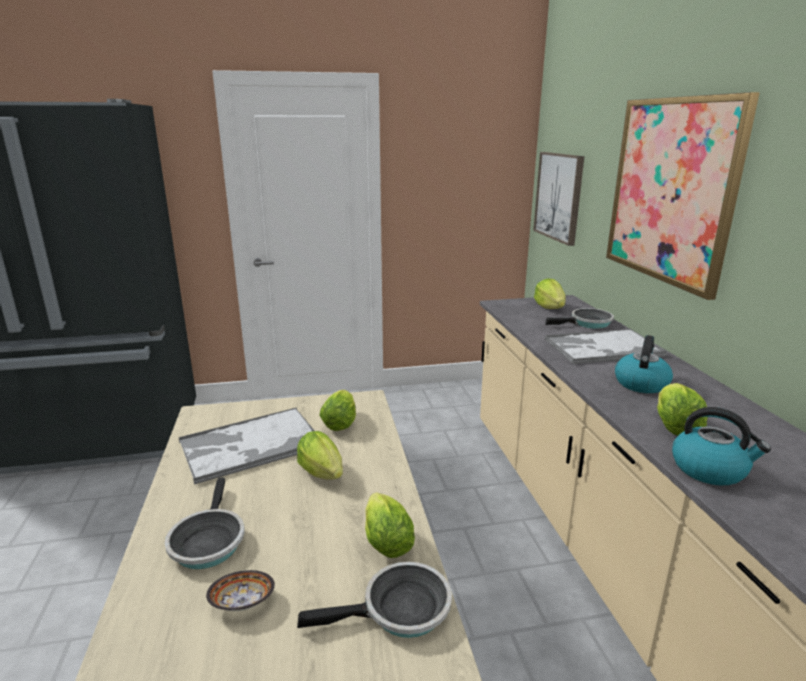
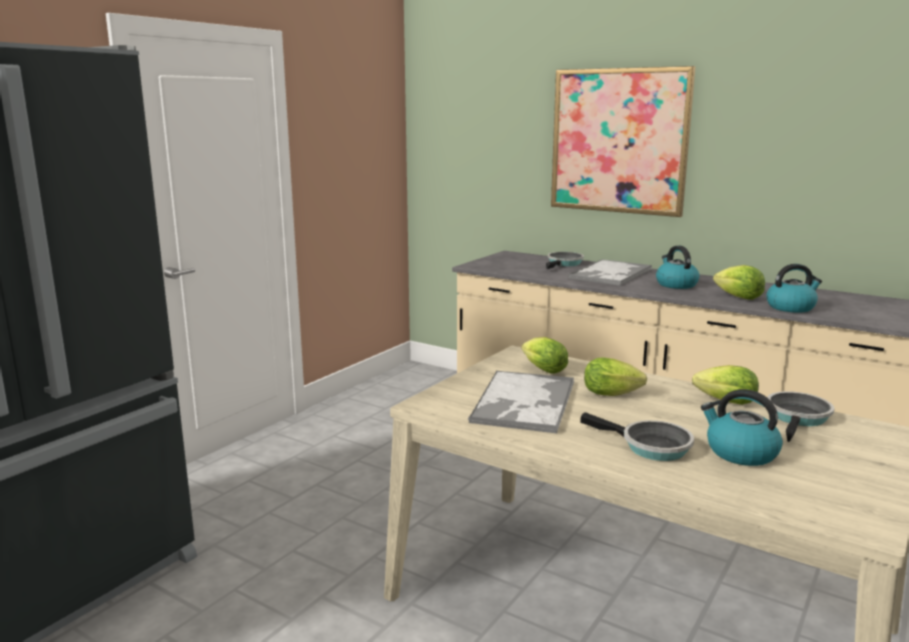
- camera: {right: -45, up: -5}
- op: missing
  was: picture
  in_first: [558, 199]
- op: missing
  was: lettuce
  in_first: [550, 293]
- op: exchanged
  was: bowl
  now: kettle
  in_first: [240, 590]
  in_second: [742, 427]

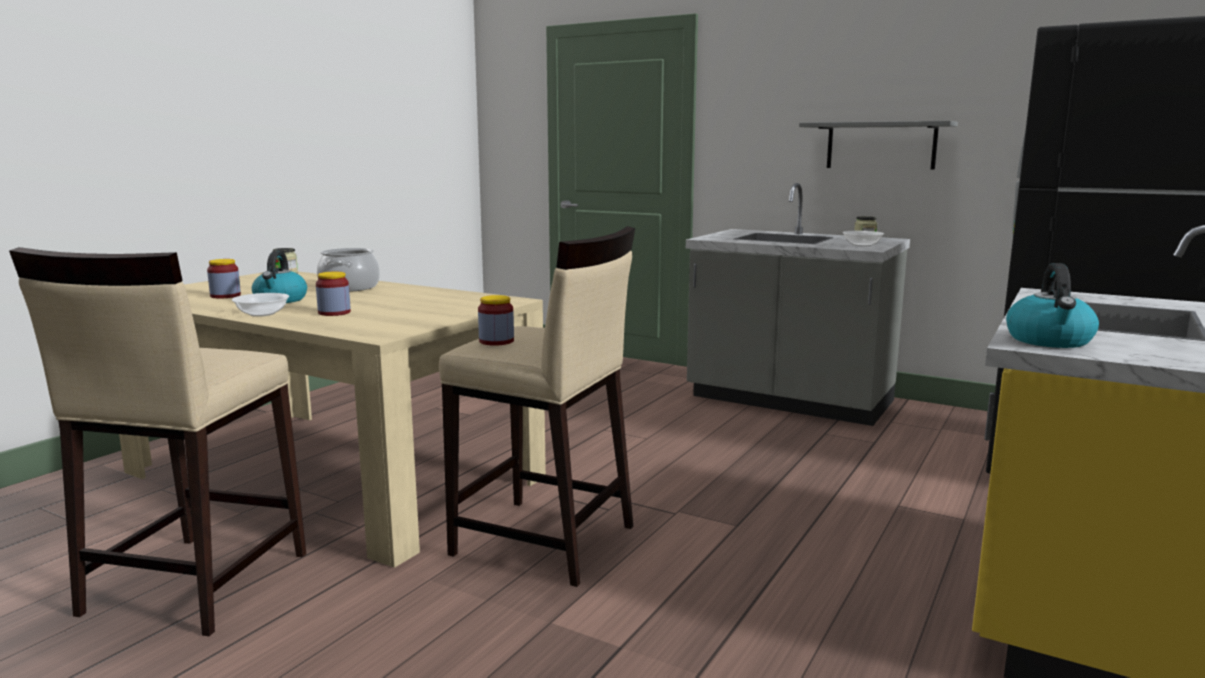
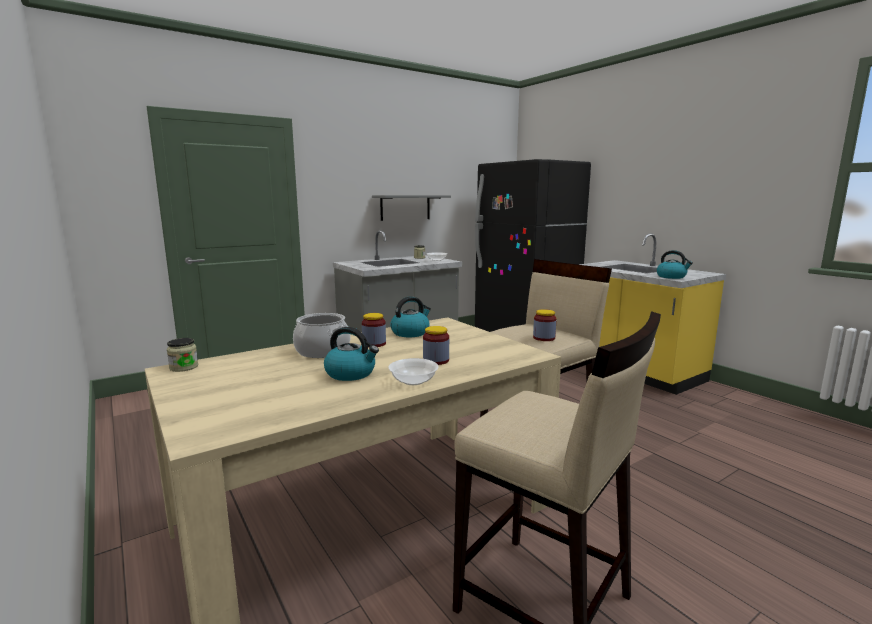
- camera: {right: -65, up: 0}
- op: appeared
  now: kettle
  in_second: [410, 316]
- op: relocated
  was: jar
  in_first: [224, 279]
  in_second: [374, 330]

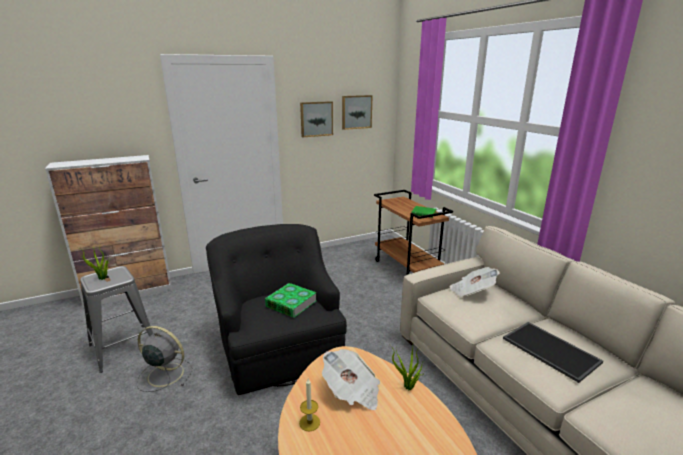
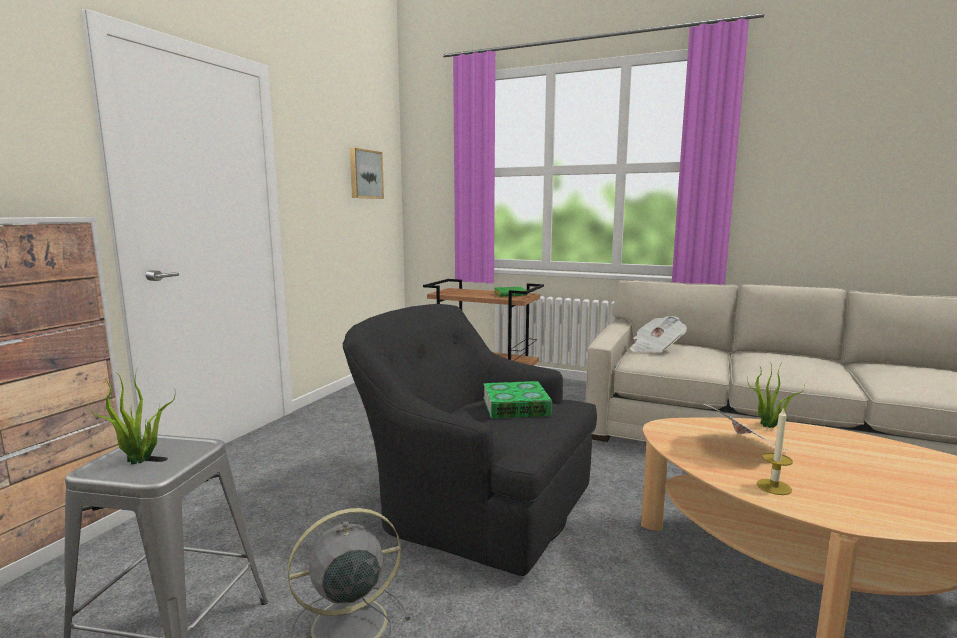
- camera: {right: -40, up: -10}
- op: missing
  was: picture
  in_first: [316, 119]
- op: missing
  was: tray
  in_first: [553, 352]

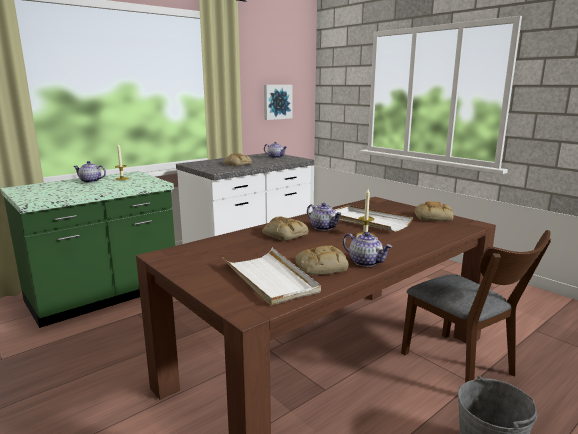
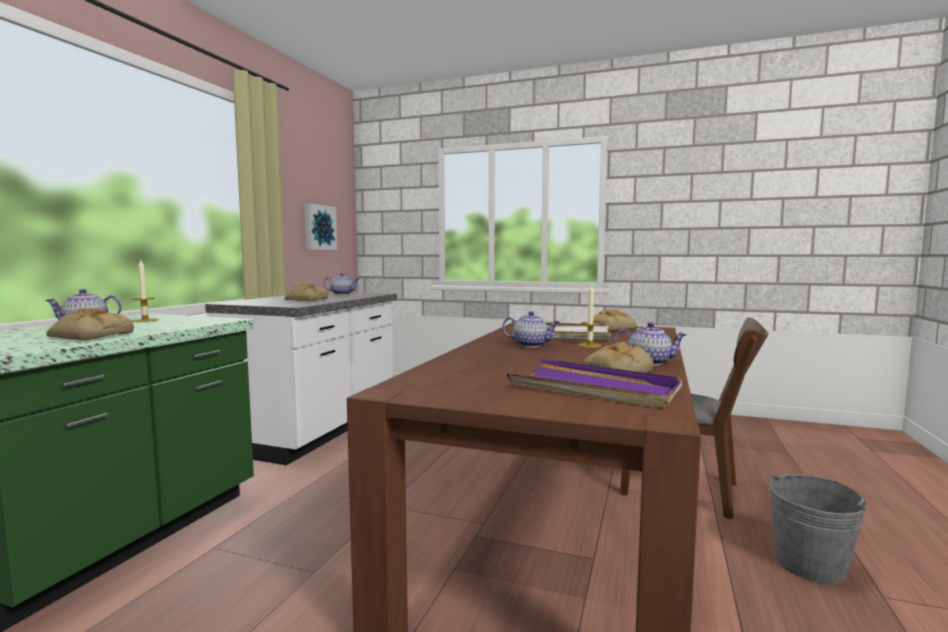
- camera: {right: -30, up: -10}
- op: relocated
  was: bread
  in_first: [285, 228]
  in_second: [90, 324]
- op: colour
  was: tray/white
  now: tray/purple
  in_first: [271, 277]
  in_second: [594, 384]

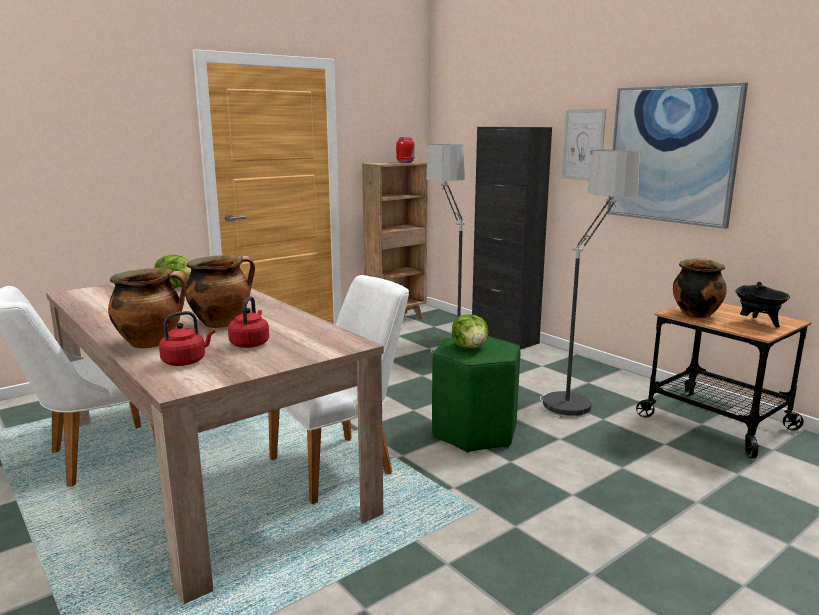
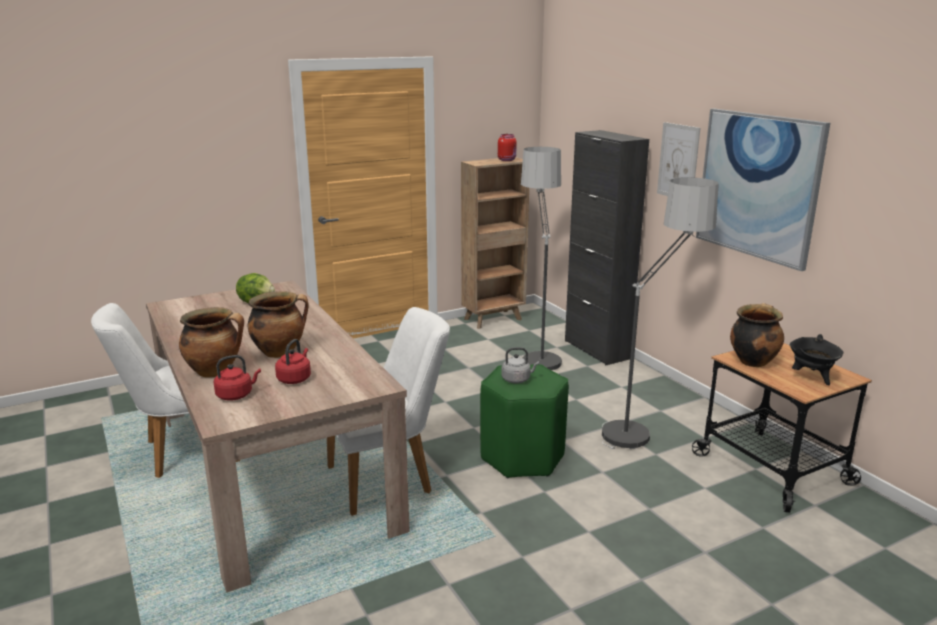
- camera: {right: 10, up: 5}
- op: exchanged
  was: lettuce
  now: kettle/grey
  in_first: [470, 331]
  in_second: [520, 365]

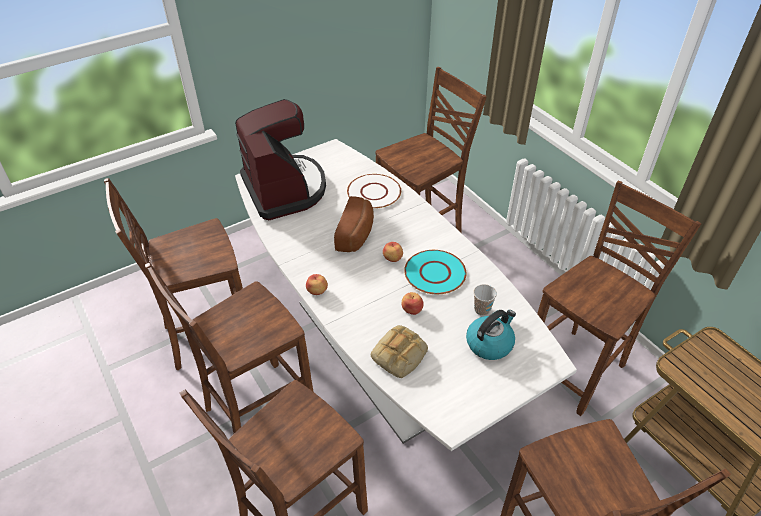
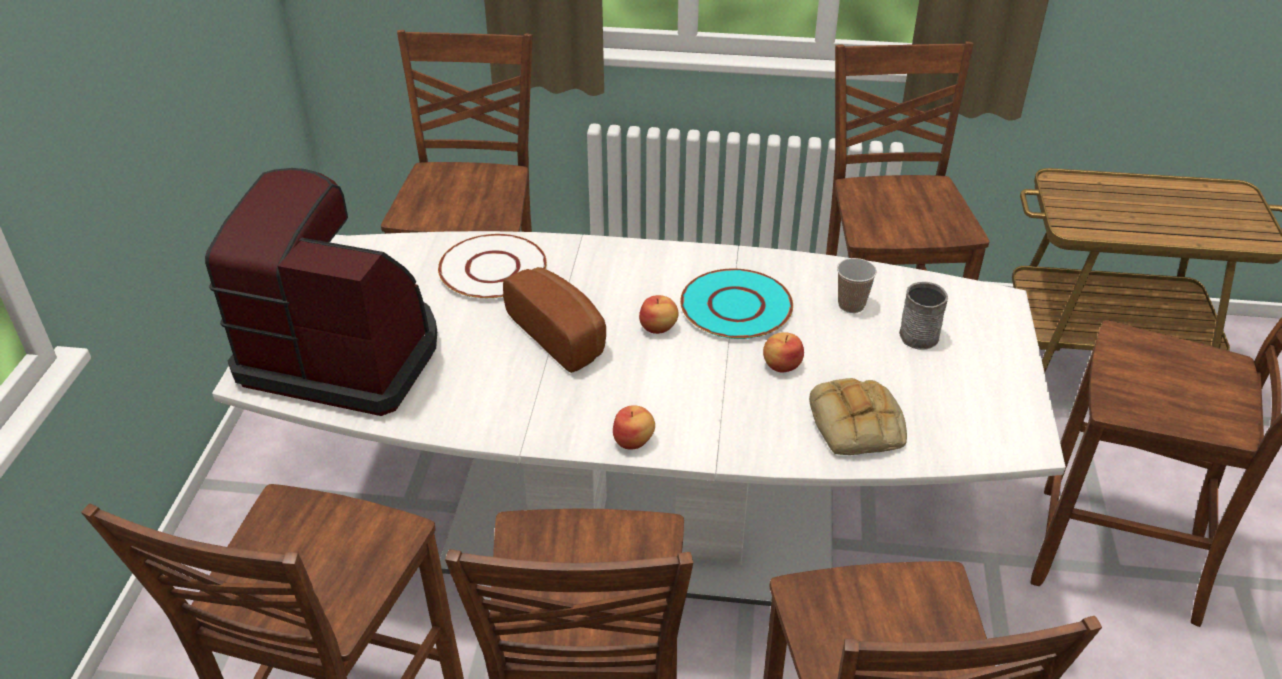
- camera: {right: -50, up: -5}
- op: exchanged
  was: kettle
  now: mug/grey
  in_first: [491, 335]
  in_second: [923, 316]

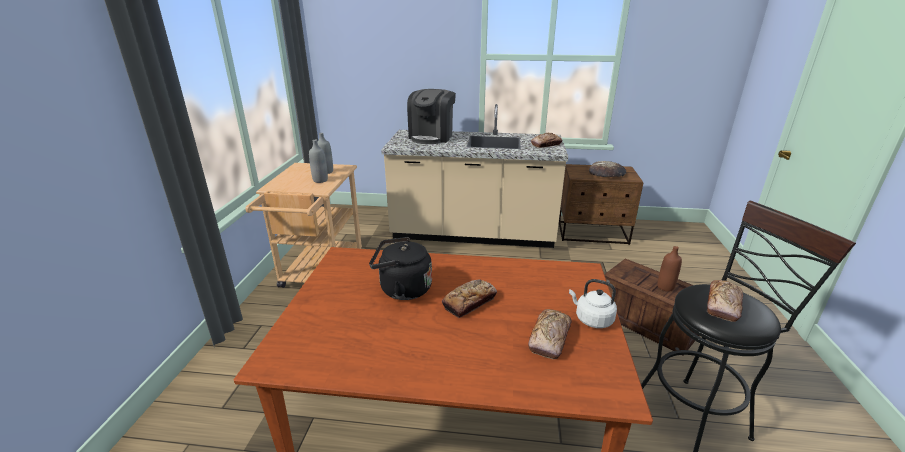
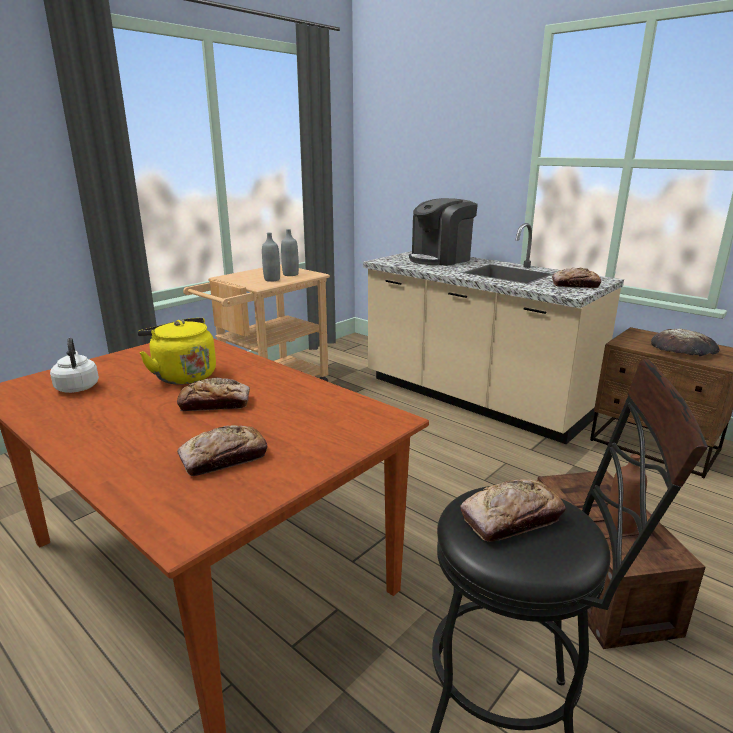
- camera: {right: 35, up: -5}
- op: relocated
  was: kettle/white
  in_first: [593, 303]
  in_second: [74, 365]
- op: colour
  was: kettle/black
  now: kettle/yellow
  in_first: [400, 268]
  in_second: [176, 351]

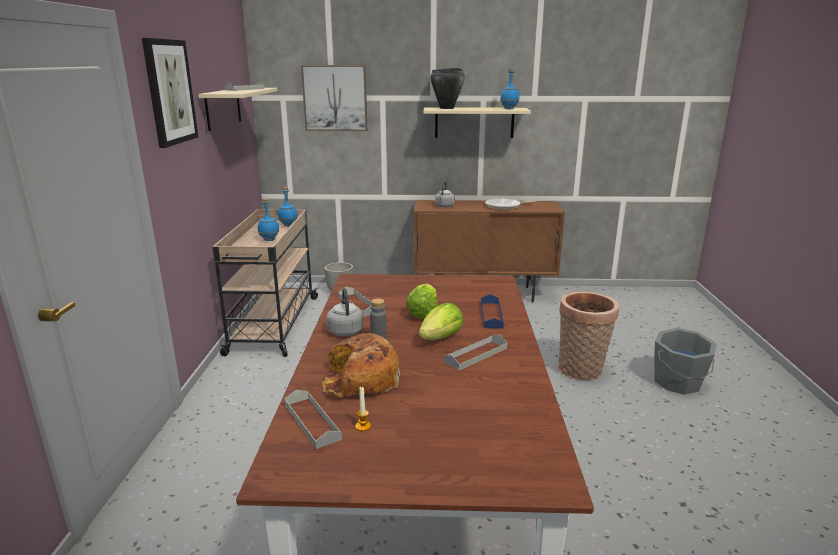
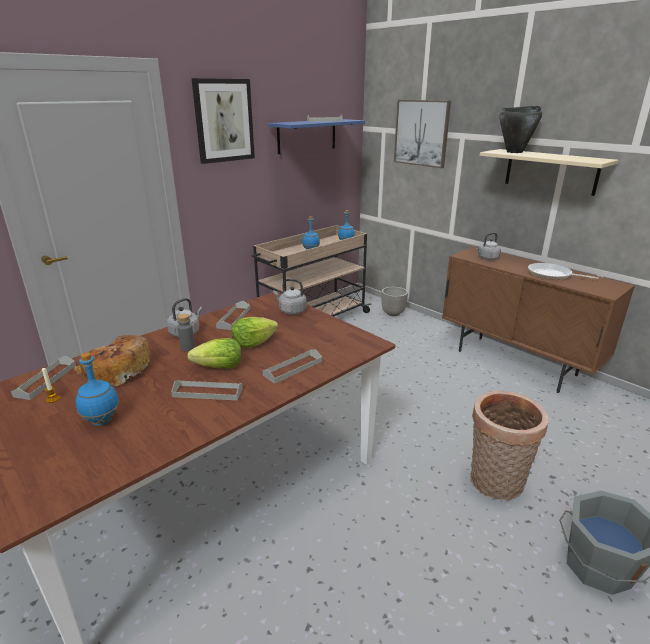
- camera: {right: 45, up: 5}
- op: appeared
  now: kettle/grey
  in_second: [290, 297]
- op: relocated
  was: bottle/blue
  in_first: [510, 88]
  in_second: [97, 389]
- op: colour
  was: shelf/beige
  now: shelf/blue
  in_first: [237, 109]
  in_second: [316, 136]
- op: colour
  was: tray/blue
  now: tray/grey
  in_first: [492, 311]
  in_second: [292, 366]

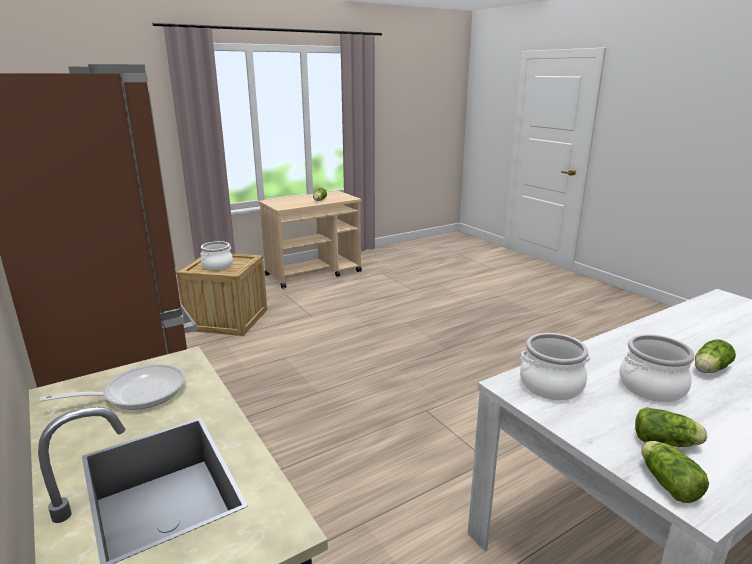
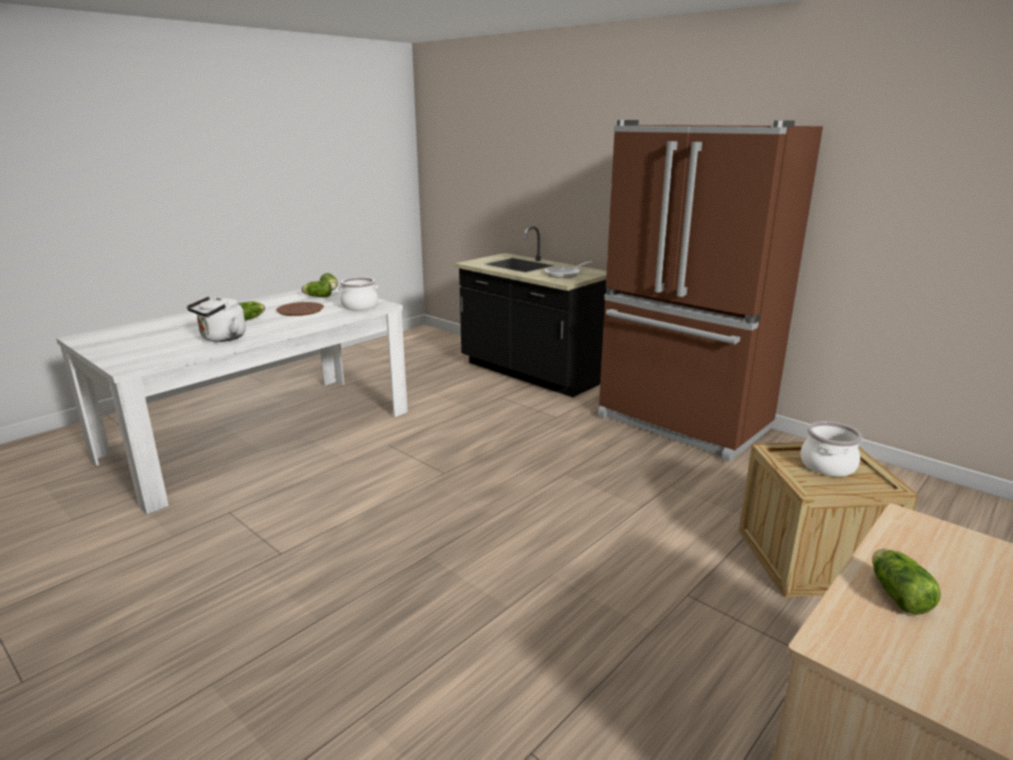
- camera: {right: 165, up: 0}
- op: appeared
  now: kettle/white
  in_second: [216, 319]
- op: exchanged
  was: cooking pot
  now: plate/brown
  in_first: [657, 368]
  in_second: [300, 309]

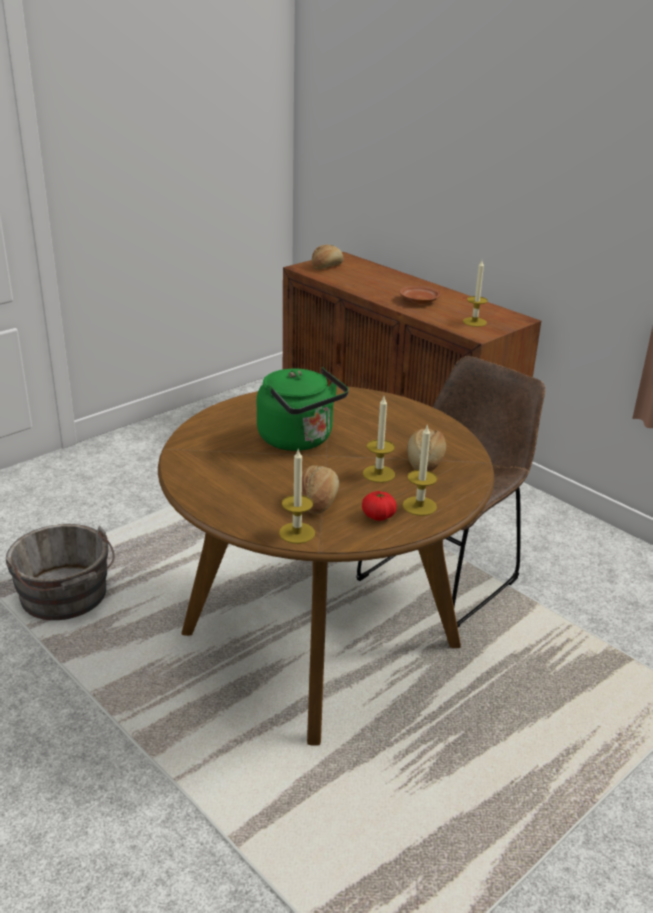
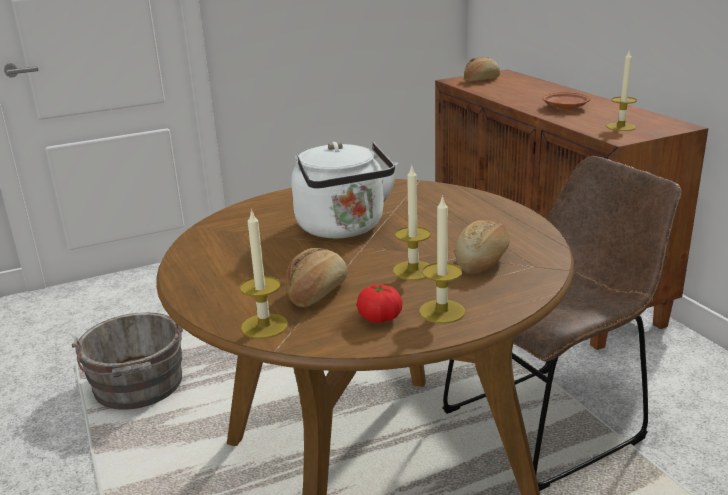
- camera: {right: 20, up: -5}
- op: colour
  was: kettle/green
  now: kettle/white
  in_first: [303, 409]
  in_second: [344, 190]

